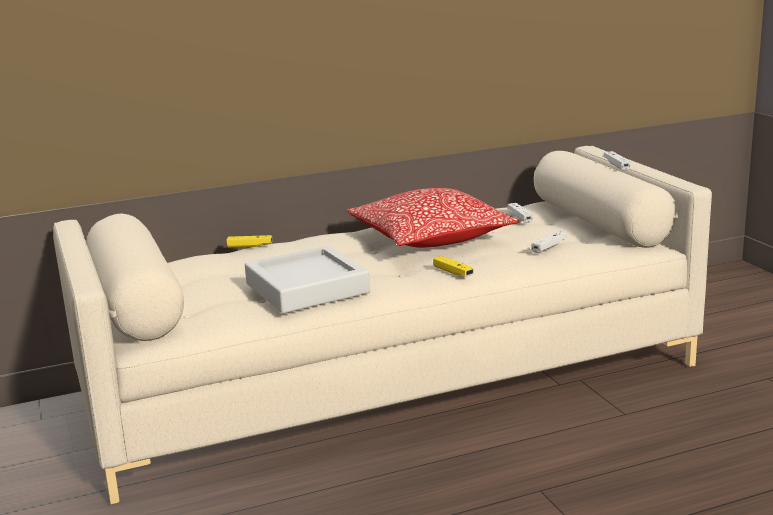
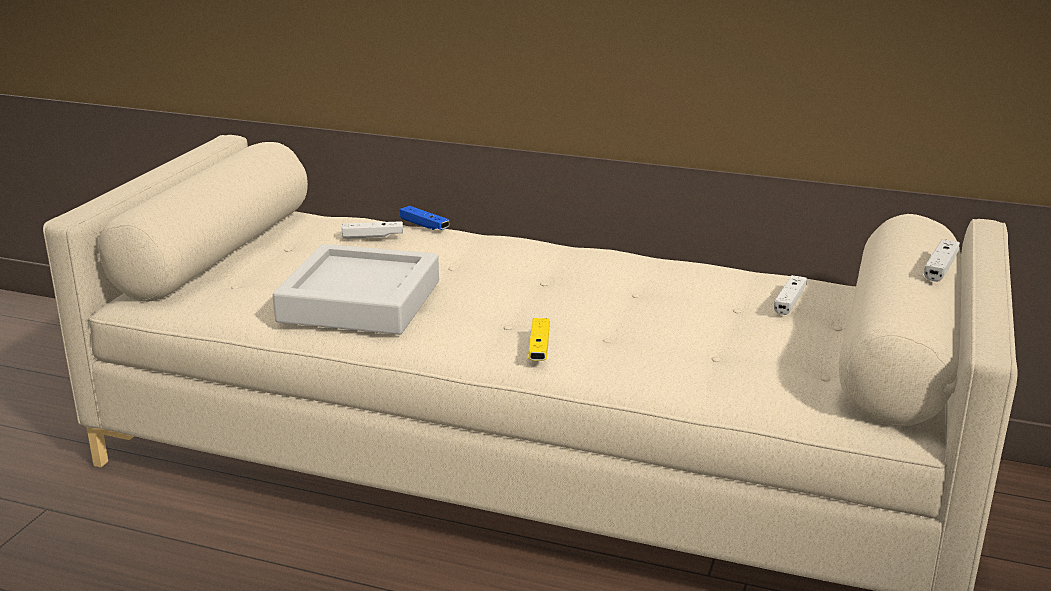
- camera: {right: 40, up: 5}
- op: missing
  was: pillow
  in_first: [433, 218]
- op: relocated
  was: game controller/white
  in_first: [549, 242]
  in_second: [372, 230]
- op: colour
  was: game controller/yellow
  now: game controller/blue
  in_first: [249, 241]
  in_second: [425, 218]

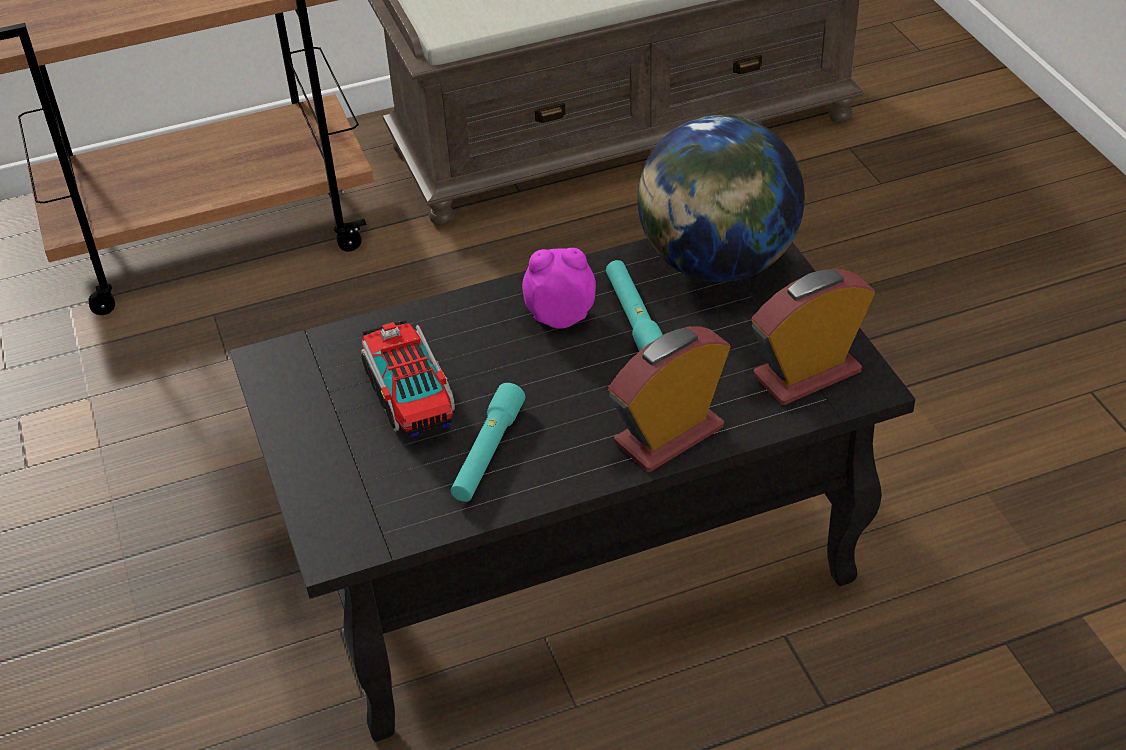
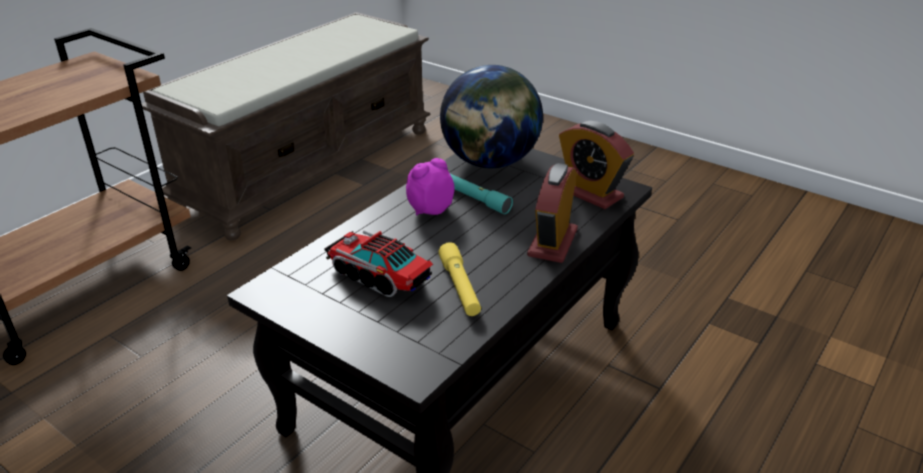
- camera: {right: -35, up: -10}
- op: colour
  was: flashlight/turquoise
  now: flashlight/yellow
  in_first: [487, 442]
  in_second: [459, 279]
- op: spun
  was: alarm clock
  in_first: [813, 337]
  in_second: [596, 165]
  clockwise: -75

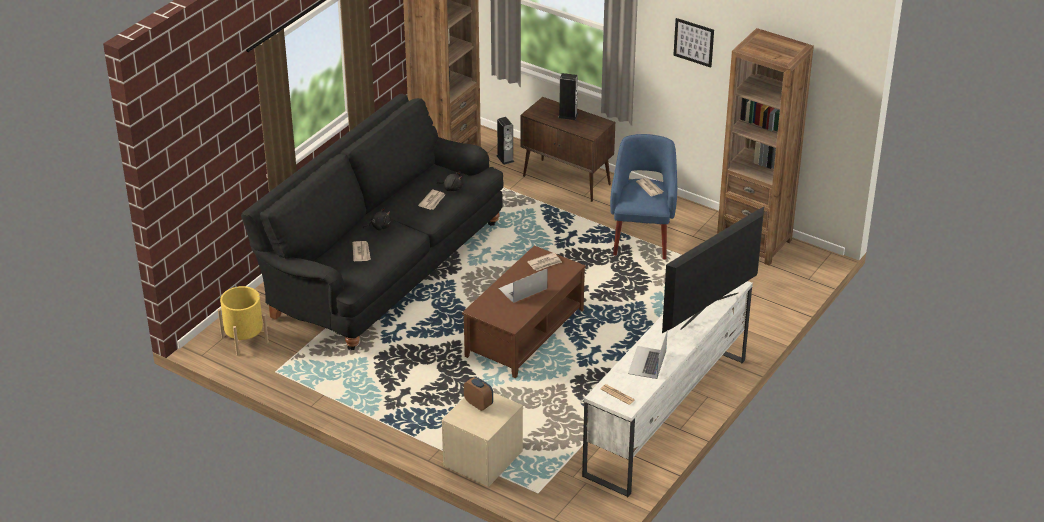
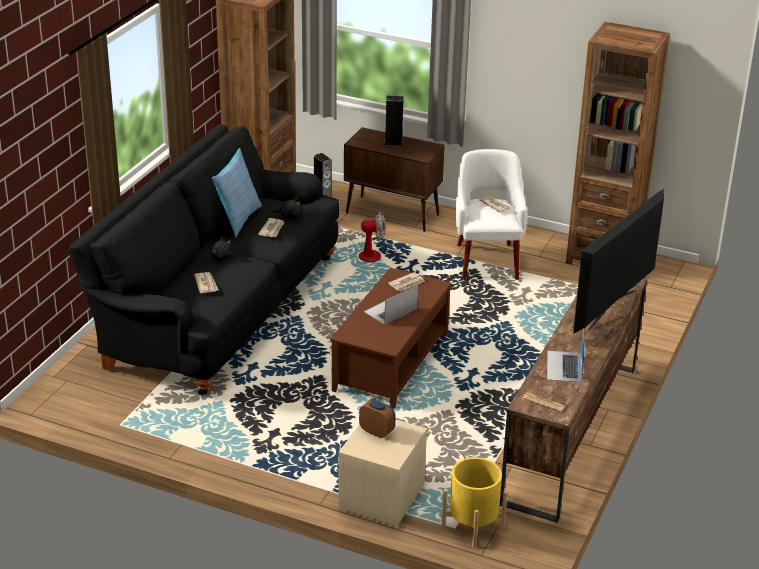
- camera: {right: -10, up: -5}
- op: missing
  was: picture
  in_first: [693, 43]
- op: appeared
  now: pillow
  in_second: [237, 193]
- op: appeared
  now: fan
  in_second: [361, 237]
- op: relocated
  was: planter/yellow
  in_first: [243, 321]
  in_second: [475, 502]
- op: colour
  was: tv stand/white
  now: tv stand/brown
  in_first: [667, 389]
  in_second: [573, 401]
- op: colour
  was: armchair/blue
  now: armchair/white
  in_first: [643, 196]
  in_second: [491, 214]

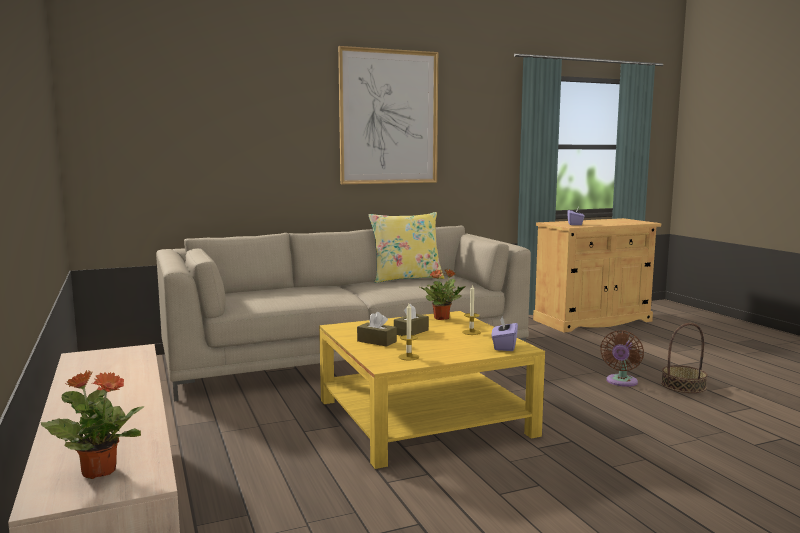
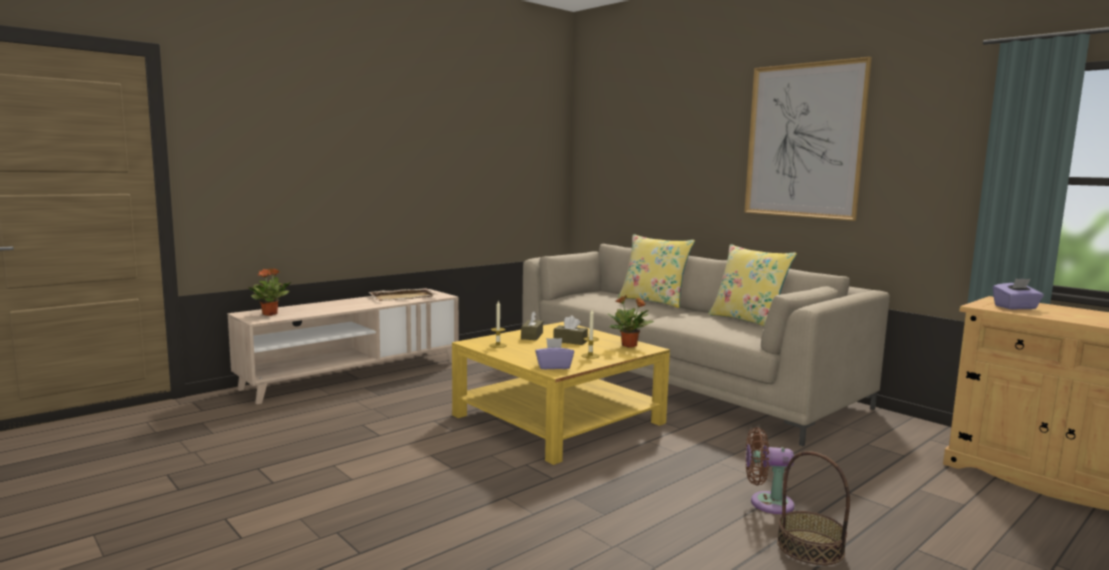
- camera: {right: 70, up: 0}
- op: appeared
  now: tray/beige
  in_second: [403, 294]
- op: appeared
  now: pillow/yellow
  in_second: [656, 271]

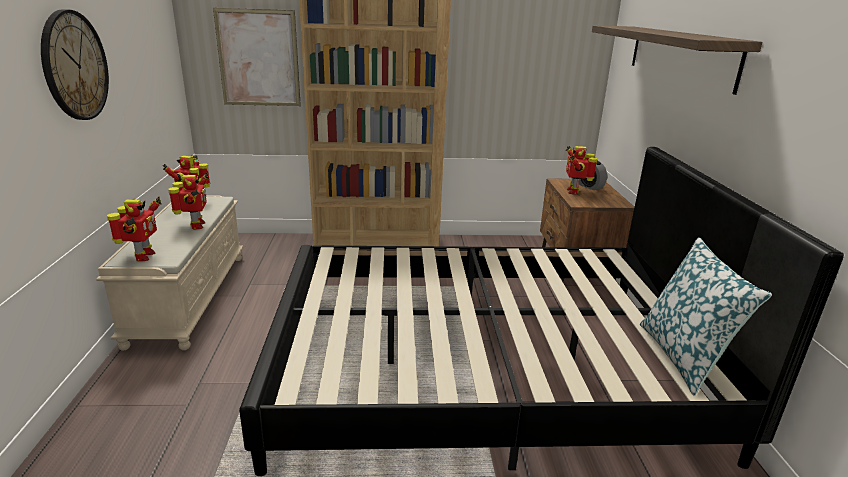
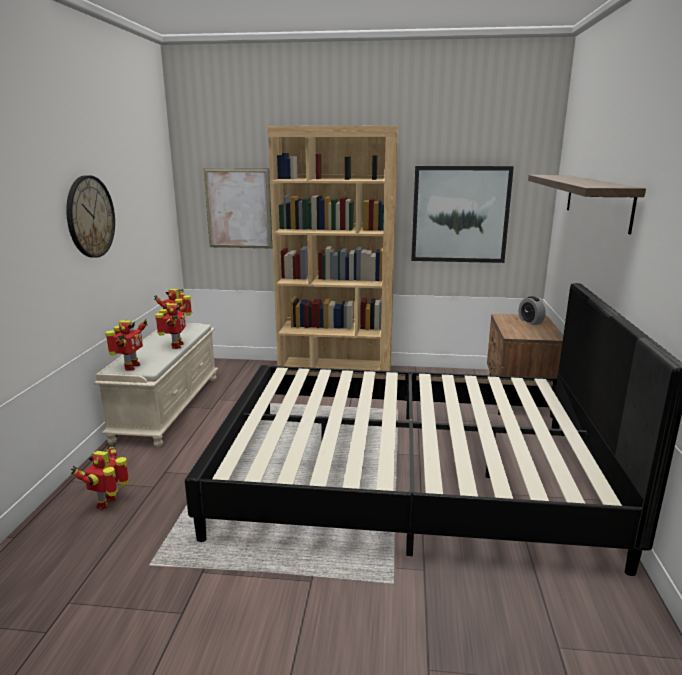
- camera: {right: 10, up: -5}
- op: missing
  was: pillow
  in_first: [706, 316]
- op: appeared
  now: picture
  in_second: [462, 214]
- op: relocated
  was: toy robot
  in_first: [581, 170]
  in_second: [100, 476]

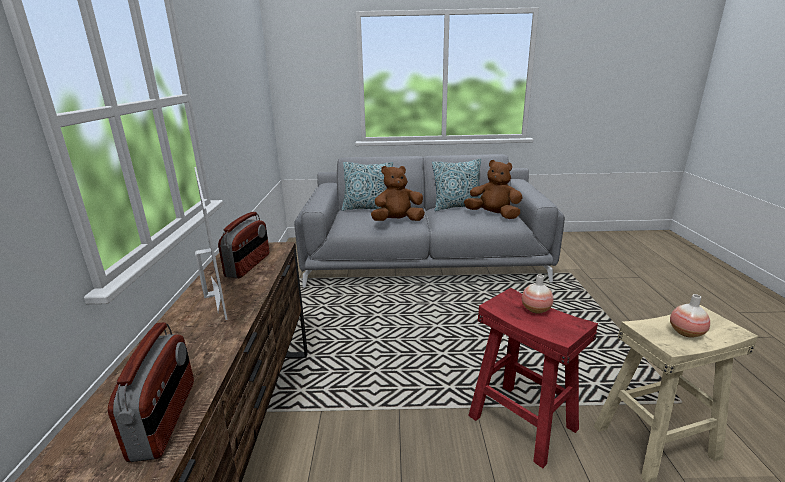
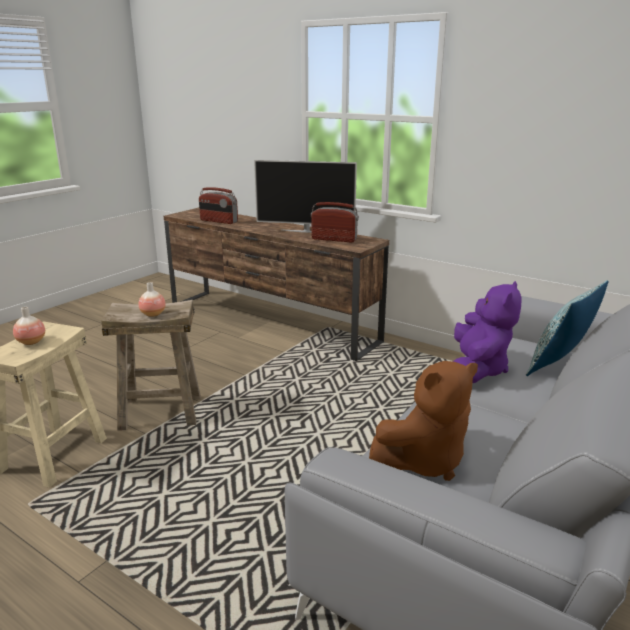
- camera: {right: 125, up: 0}
- op: missing
  was: pillow
  in_first: [457, 185]
- op: colour
  was: plush toy/brown
  now: plush toy/purple
  in_first: [398, 193]
  in_second: [487, 332]
- op: colour
  was: stool/red
  now: stool/beige
  in_first: [533, 378]
  in_second: [151, 365]
- op: spun
  was: radio
  in_first: [243, 245]
  in_second: [335, 222]
  clockwise: 150

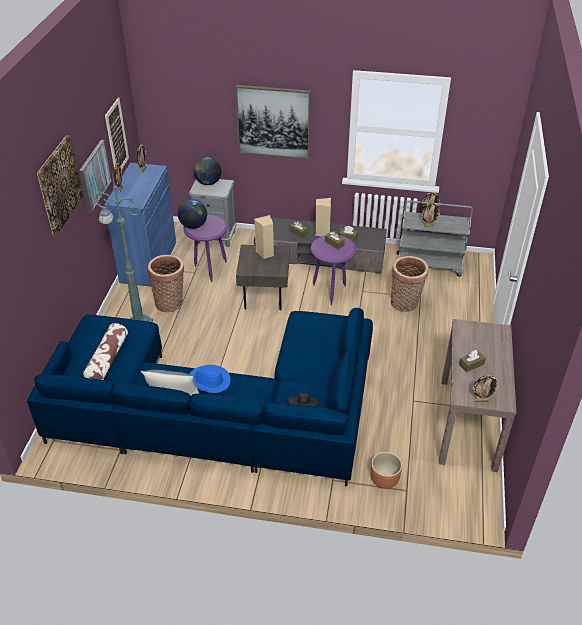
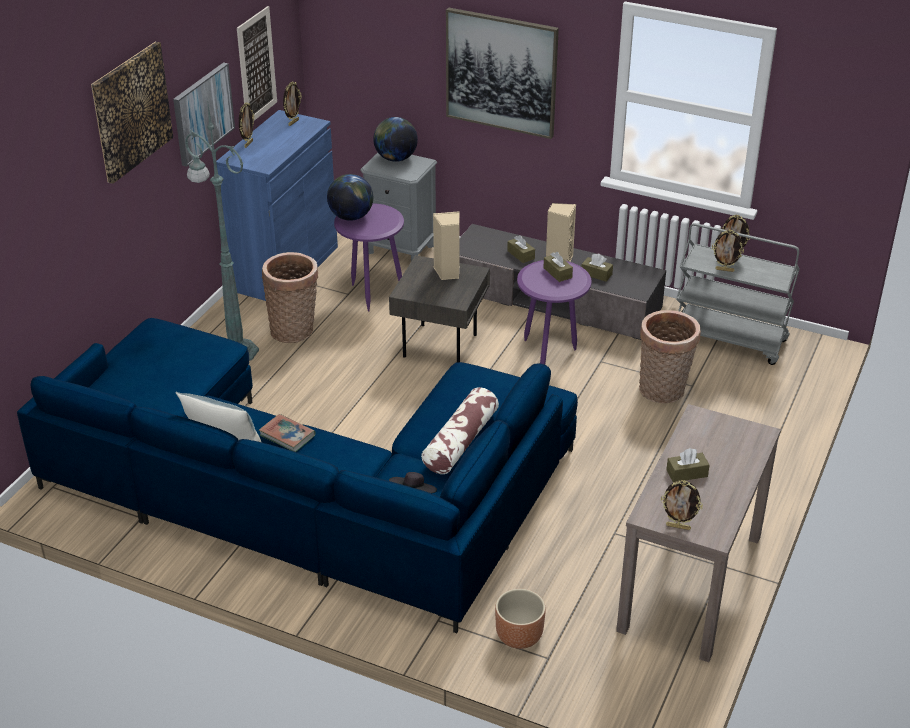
- camera: {right: 15, up: -5}
- op: relocated
  was: pillow
  in_first: [105, 351]
  in_second: [460, 430]
- op: exchanged
  was: hat/blue
  now: book
  in_first: [210, 379]
  in_second: [287, 433]

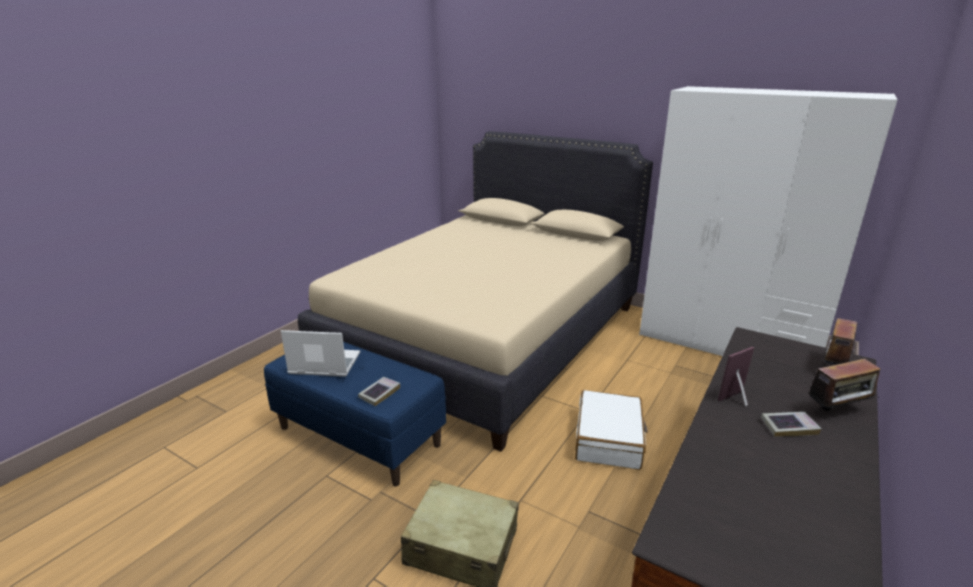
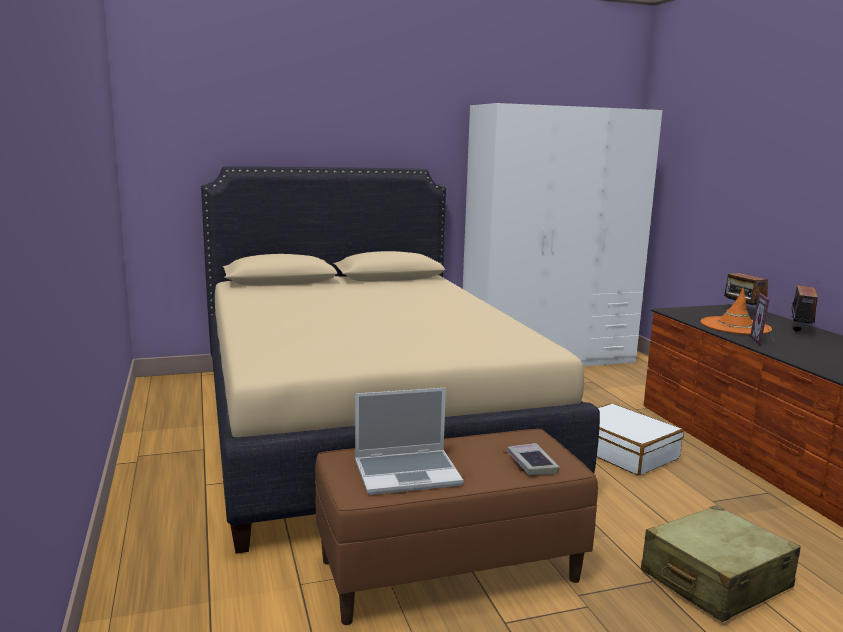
- camera: {right: -50, up: -10}
- op: missing
  was: book
  in_first: [791, 424]
- op: appeared
  now: hat/orange
  in_second: [736, 311]
- op: colour
  was: bench/blue
  now: bench/brown
  in_first: [355, 414]
  in_second: [456, 527]
- op: spun
  was: laptop
  in_first: [320, 353]
  in_second: [409, 441]
  clockwise: -150

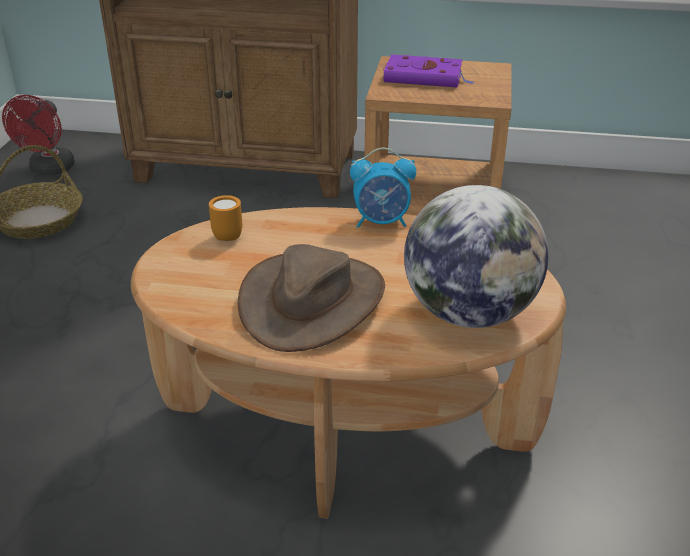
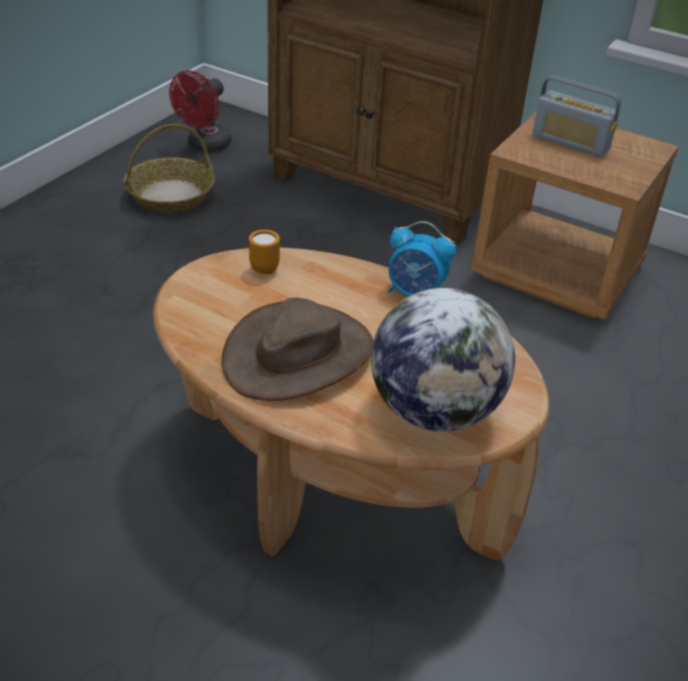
- camera: {right: 20, up: 5}
- op: exchanged
  was: book/purple
  now: radio
  in_first: [428, 71]
  in_second: [576, 116]

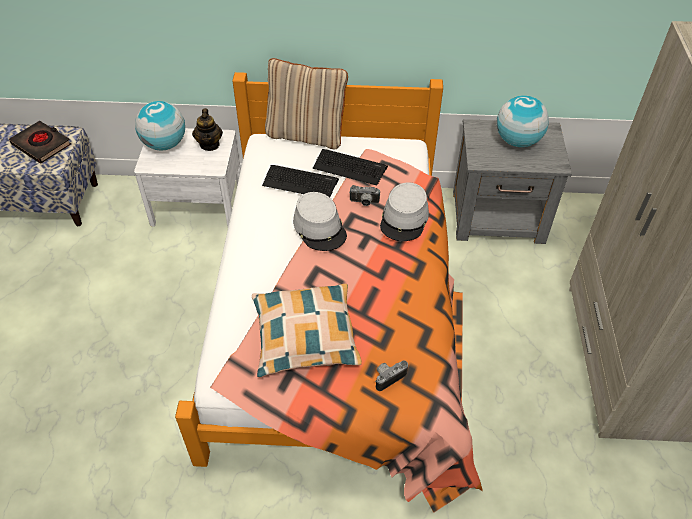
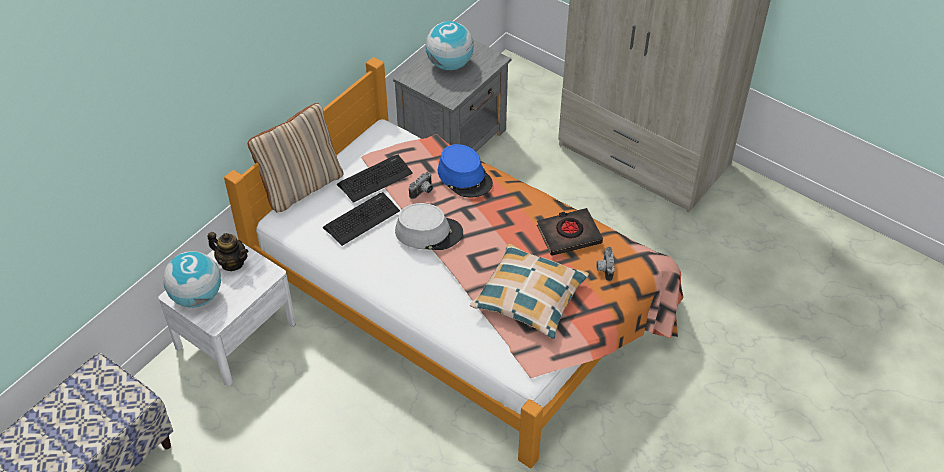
- camera: {right: -55, up: 0}
- op: relocated
  was: book/black
  in_first: [40, 142]
  in_second: [570, 232]
- op: colour
  was: hat/grey
  now: hat/blue
  in_first: [404, 211]
  in_second: [465, 170]

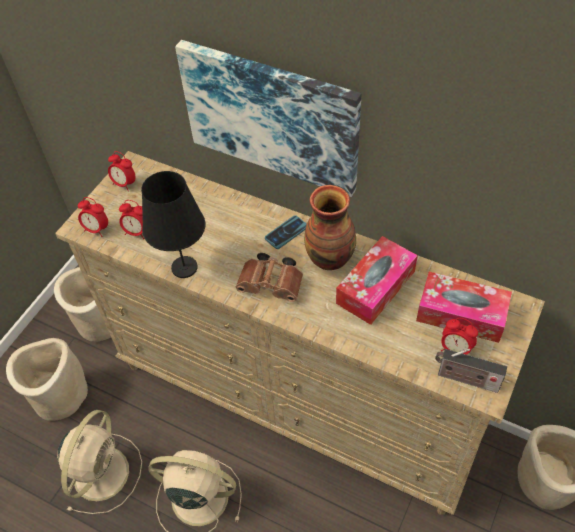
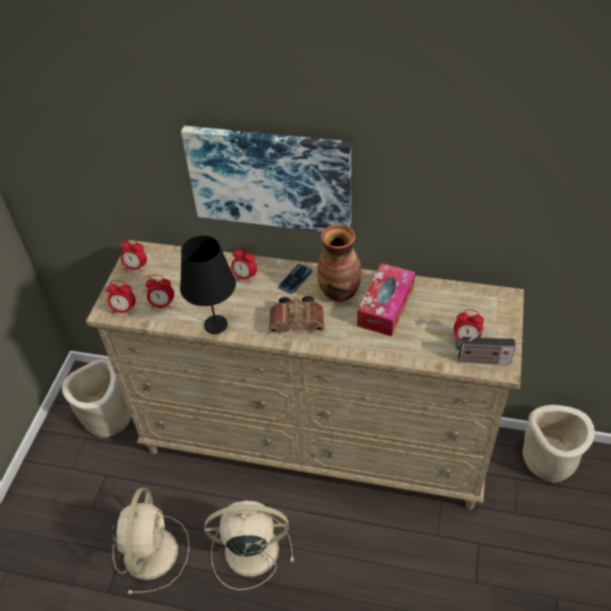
- camera: {right: -15, up: -5}
- op: missing
  was: planter/beige
  in_first: [47, 379]
- op: missing
  was: tissue box
  in_first: [464, 307]
- op: appeared
  now: alarm clock
  in_second: [244, 265]

